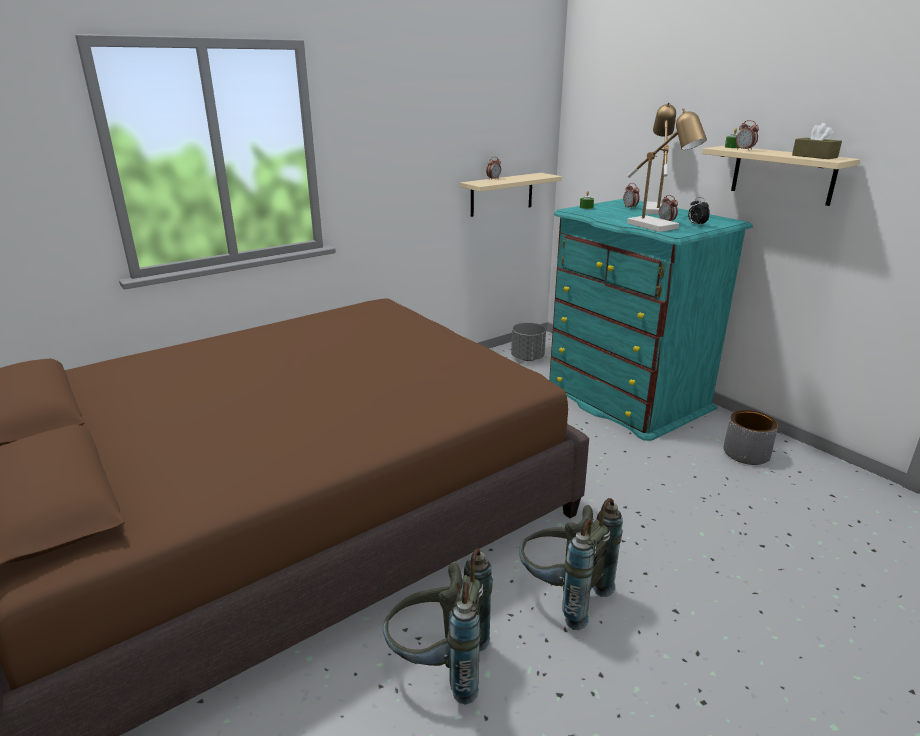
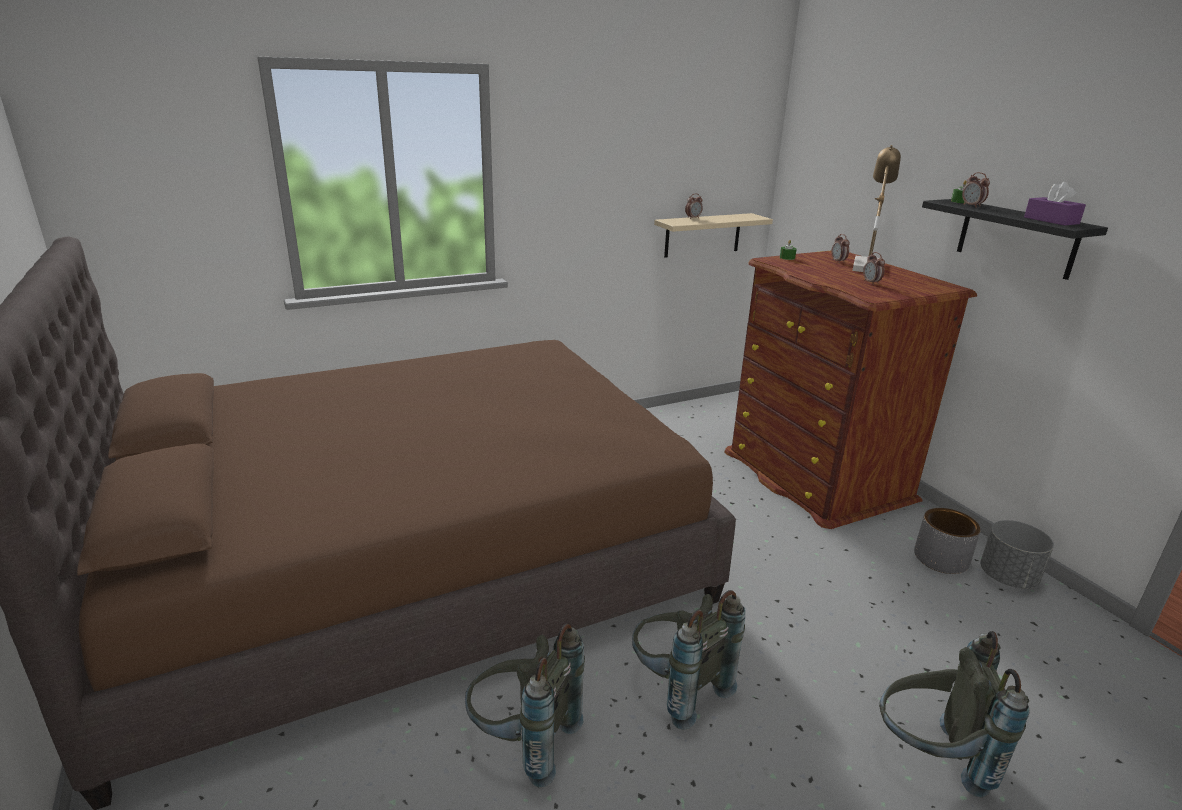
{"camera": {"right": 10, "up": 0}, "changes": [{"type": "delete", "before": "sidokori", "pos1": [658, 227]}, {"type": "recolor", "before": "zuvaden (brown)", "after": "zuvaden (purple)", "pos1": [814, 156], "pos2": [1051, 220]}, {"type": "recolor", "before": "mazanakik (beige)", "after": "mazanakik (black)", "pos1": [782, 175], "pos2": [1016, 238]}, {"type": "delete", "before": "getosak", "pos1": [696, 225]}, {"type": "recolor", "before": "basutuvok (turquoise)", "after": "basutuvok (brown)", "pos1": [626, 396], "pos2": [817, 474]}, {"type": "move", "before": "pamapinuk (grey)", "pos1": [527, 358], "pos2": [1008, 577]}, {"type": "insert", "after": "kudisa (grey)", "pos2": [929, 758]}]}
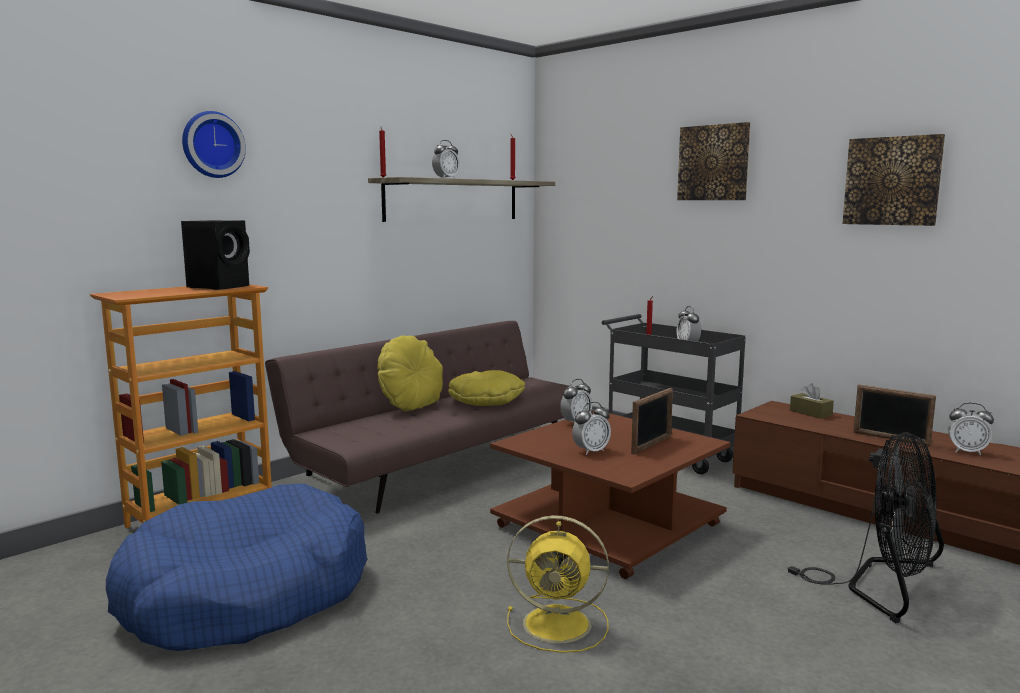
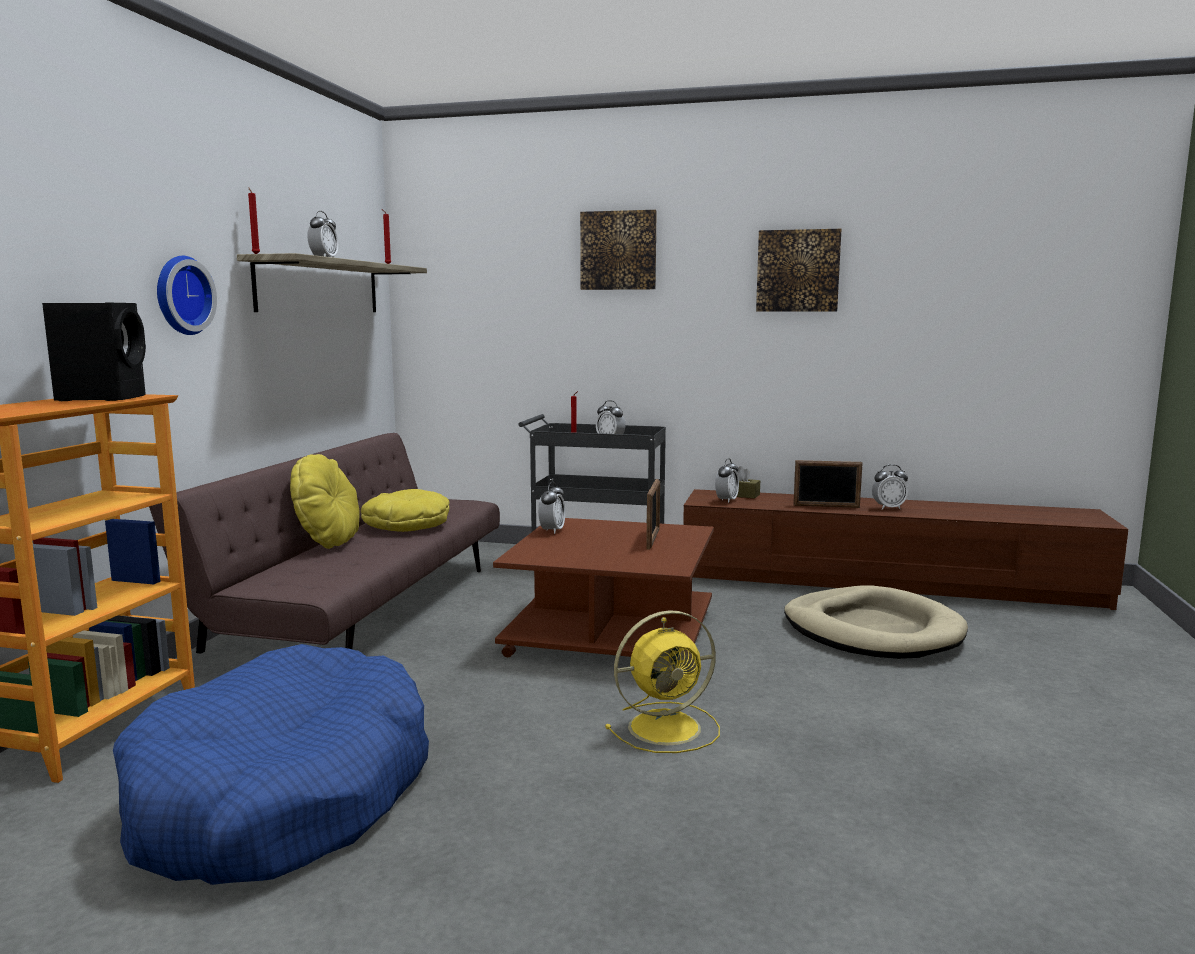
{"camera": {"right": -30, "up": 0}, "changes": [{"type": "move", "before": "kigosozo", "pos1": [212, 145], "pos2": [180, 295]}, {"type": "move", "before": "getosak", "pos1": [591, 451], "pos2": [726, 500]}, {"type": "replace", "before": "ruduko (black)", "after": "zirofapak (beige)", "pos1": [880, 584], "pos2": [872, 630]}]}
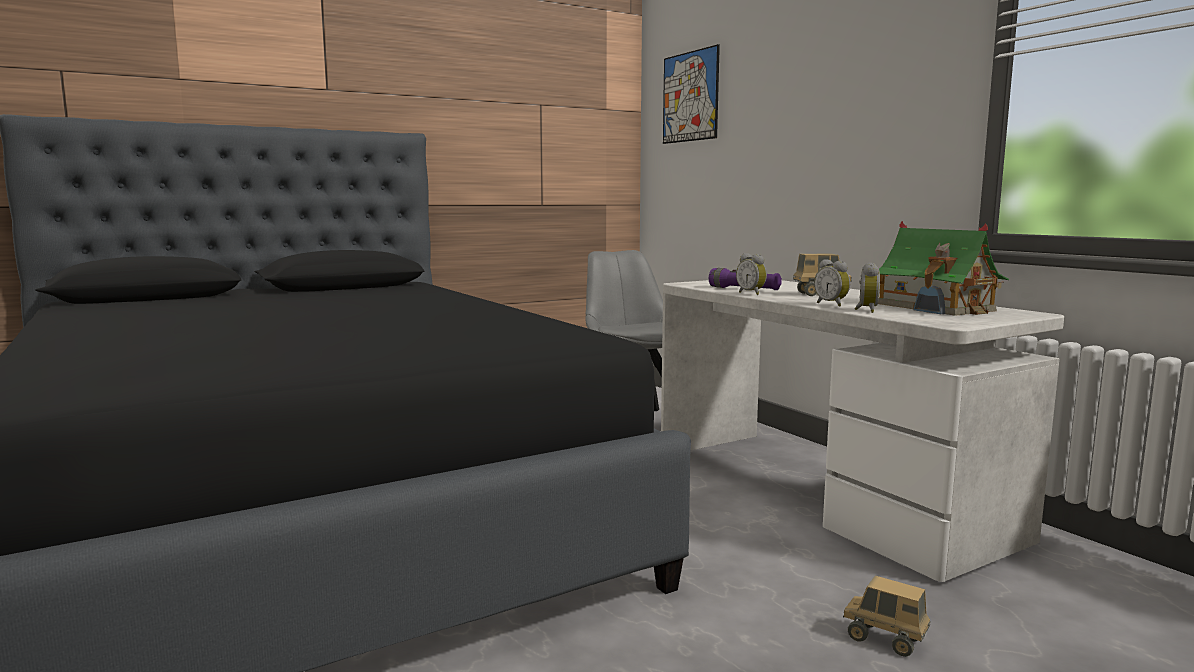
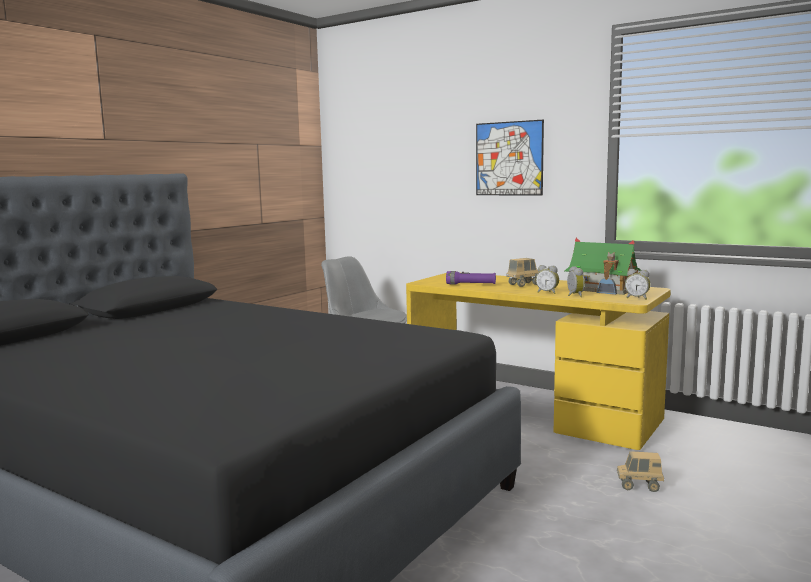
{"camera": {"right": -25, "up": 0}, "changes": [{"type": "move", "before": "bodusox", "pos1": [690, 97], "pos2": [509, 158]}, {"type": "move", "before": "getosak", "pos1": [752, 293], "pos2": [637, 298]}, {"type": "recolor", "before": "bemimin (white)", "after": "bemimin (yellow)", "pos1": [821, 491], "pos2": [530, 411]}]}
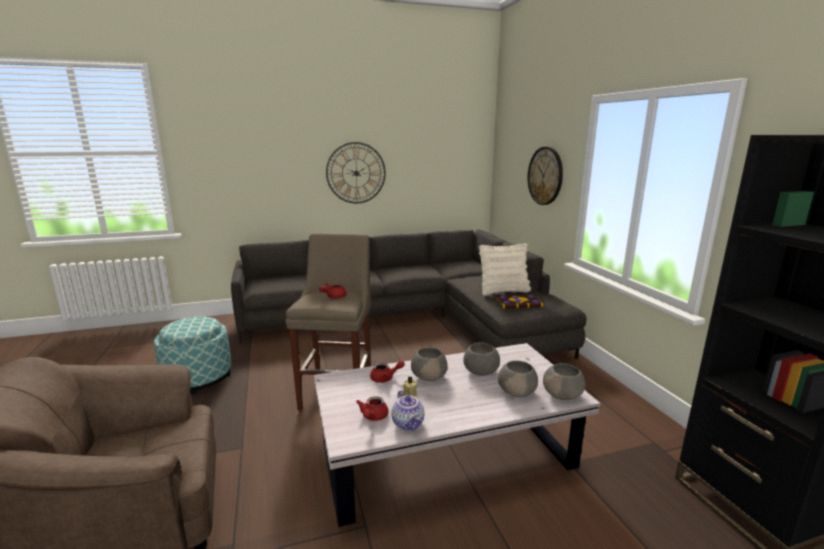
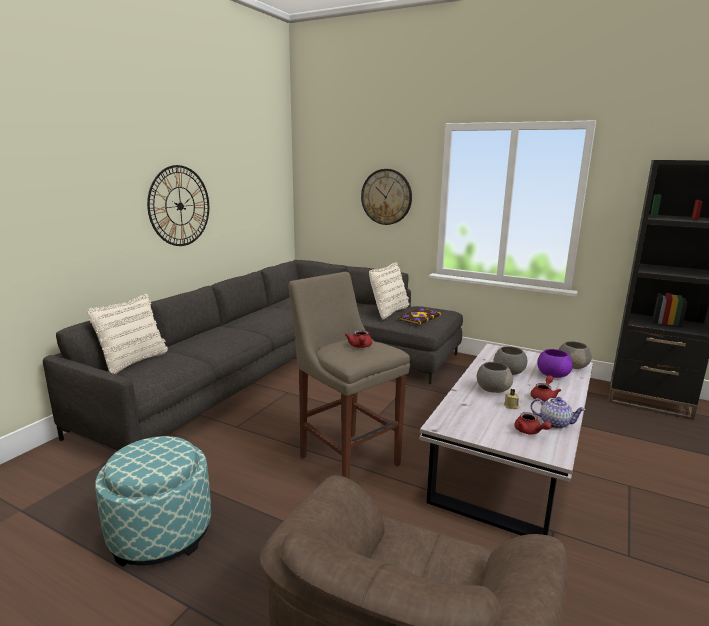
{"camera": {"right": -45, "up": 0}, "changes": [{"type": "move", "before": "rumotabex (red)", "pos1": [385, 378], "pos2": [543, 397]}, {"type": "recolor", "before": "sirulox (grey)", "after": "sirulox (purple)", "pos1": [517, 392], "pos2": [552, 375]}, {"type": "insert", "after": "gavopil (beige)", "pos2": [134, 362]}]}
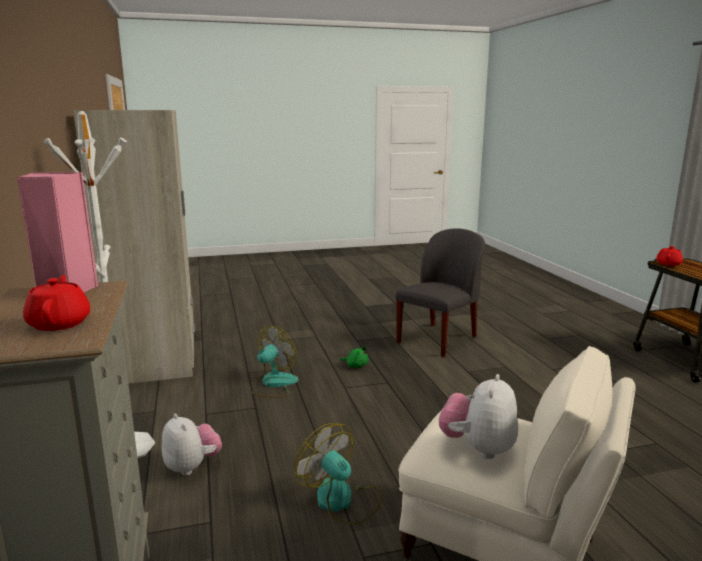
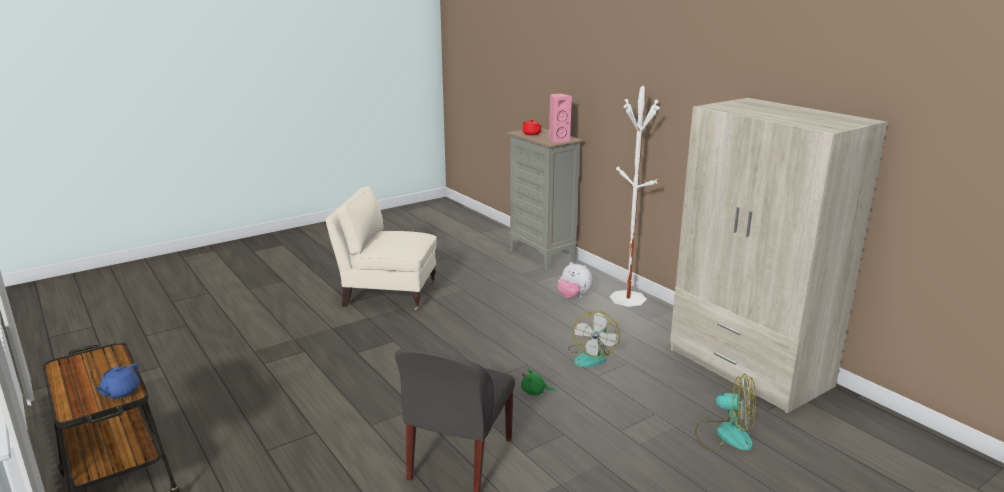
{"camera": {"right": 160, "up": 5}, "changes": [{"type": "recolor", "before": "rumotabex (red)", "after": "rumotabex (blue)", "pos1": [668, 263], "pos2": [120, 392]}, {"type": "delete", "before": "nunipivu", "pos1": [478, 448]}, {"type": "move", "before": "ruduko", "pos1": [342, 501], "pos2": [724, 434]}]}
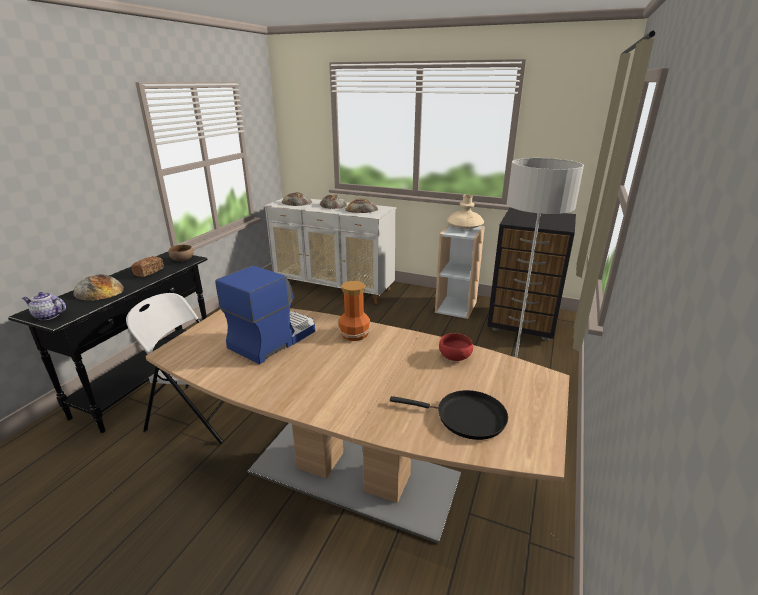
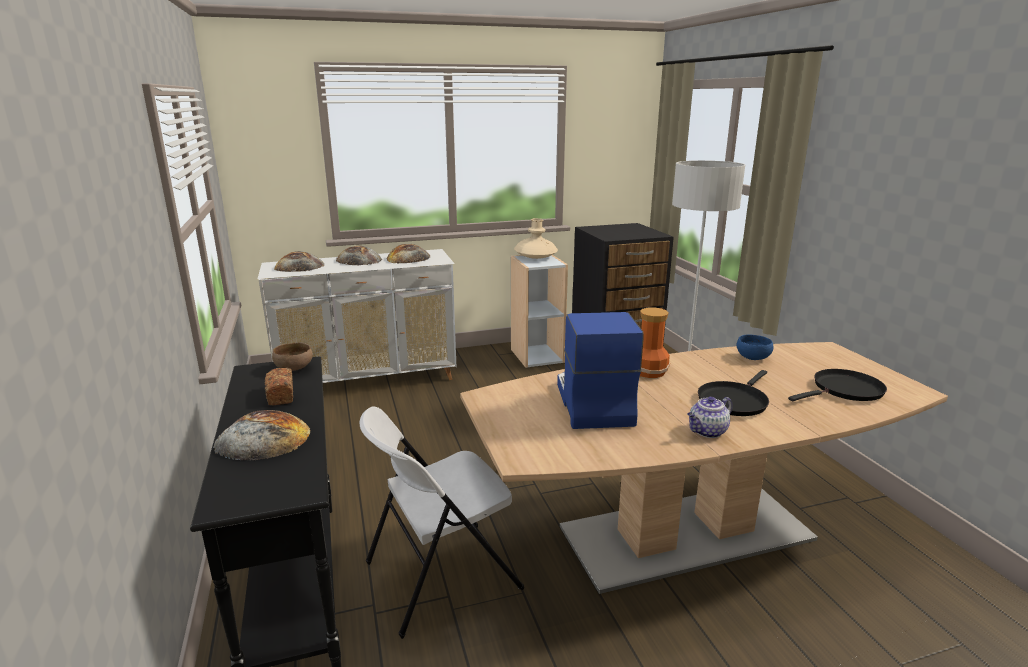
{"camera": {"right": -40, "up": -5}, "changes": [{"type": "move", "before": "rumotabex", "pos1": [48, 316], "pos2": [707, 432]}, {"type": "recolor", "before": "sirulox (red)", "after": "sirulox (blue)", "pos1": [454, 356], "pos2": [752, 357]}, {"type": "insert", "after": "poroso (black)", "pos2": [733, 401]}]}
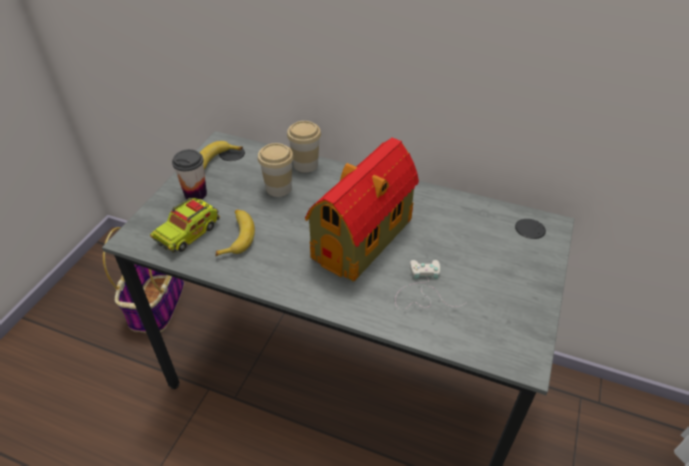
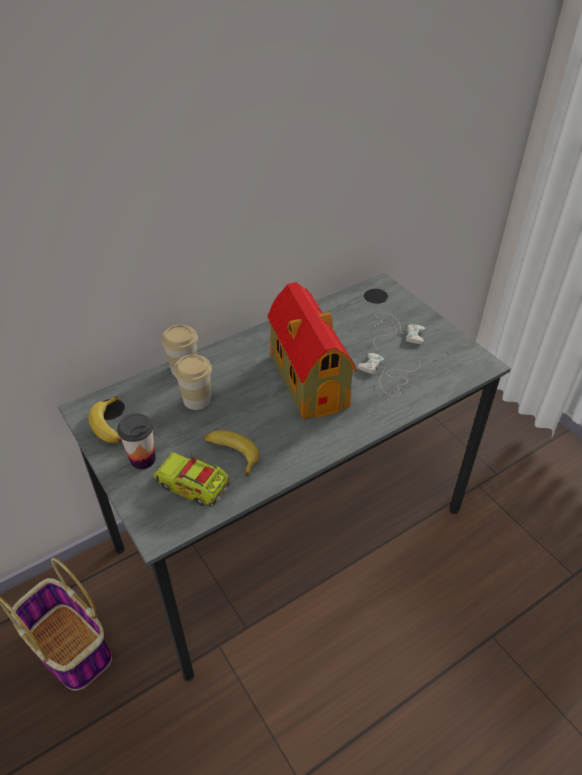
{"camera": {"right": -55, "up": 0}, "changes": [{"type": "rotate", "before": "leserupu", "pos1": [188, 233], "pos2": [193, 486], "turn": 135}, {"type": "insert", "after": "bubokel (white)", "pos2": [394, 331]}]}
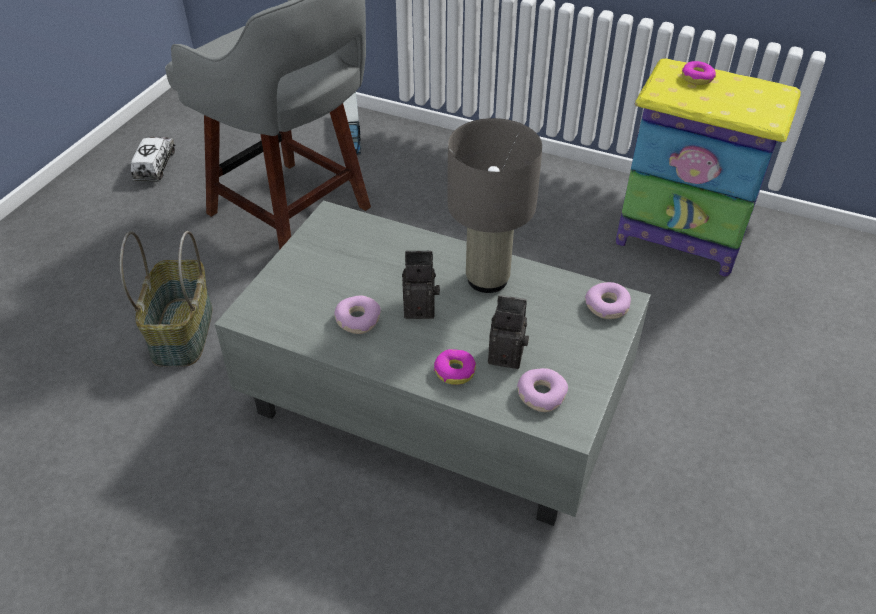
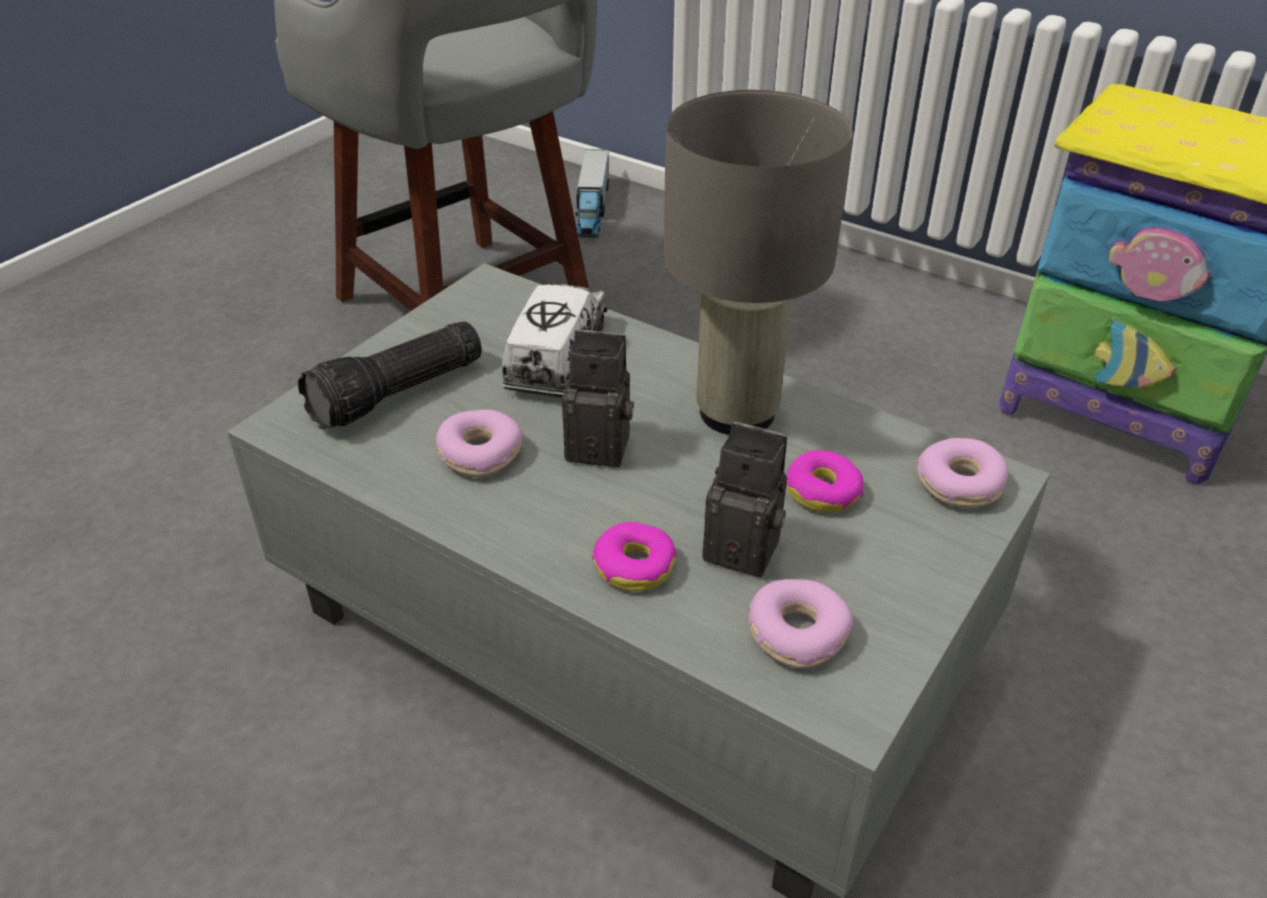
{"camera": {"right": 10, "up": -5}, "changes": [{"type": "move", "before": "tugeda", "pos1": [697, 78], "pos2": [823, 492]}, {"type": "move", "before": "leserupu", "pos1": [155, 166], "pos2": [557, 356]}, {"type": "delete", "before": "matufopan", "pos1": [181, 332]}, {"type": "insert", "after": "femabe", "pos2": [398, 395]}]}
